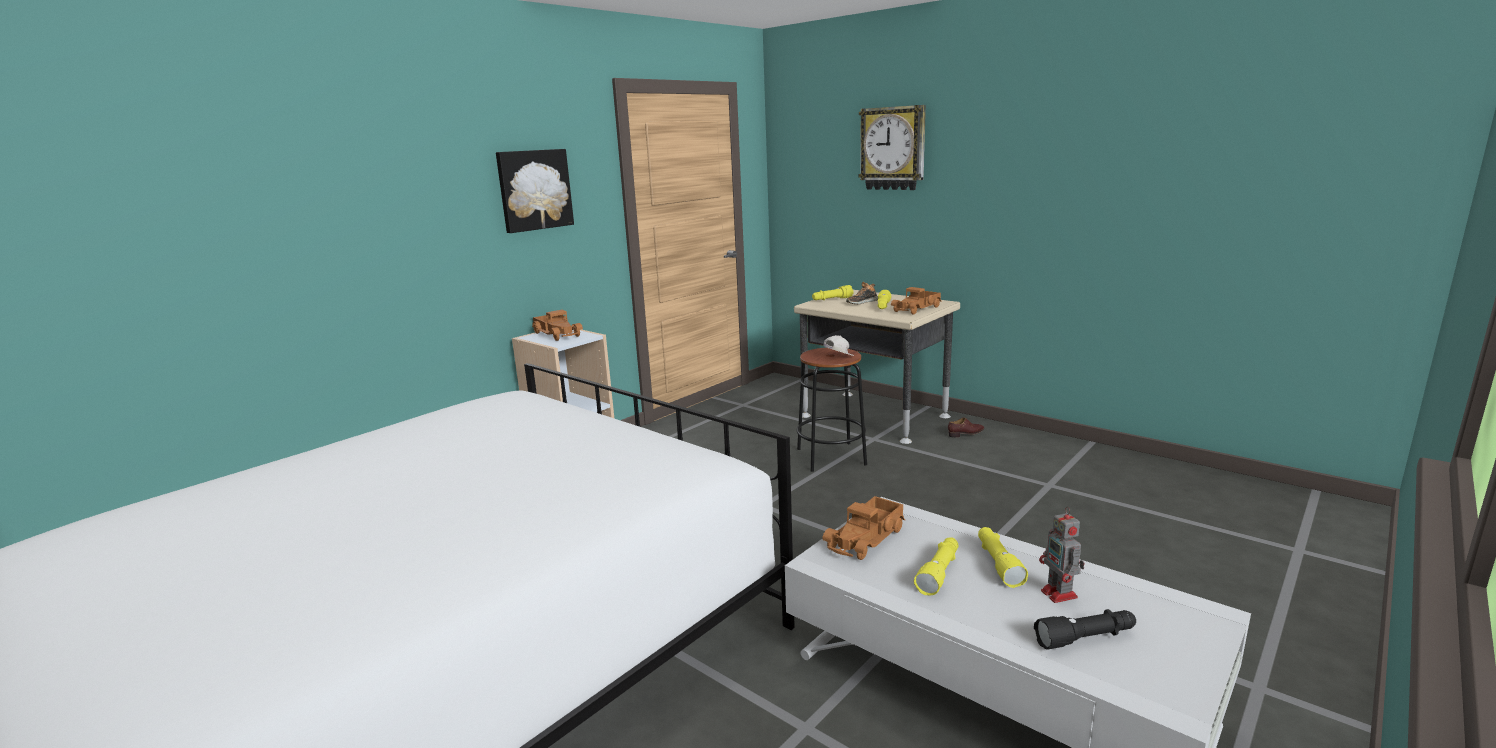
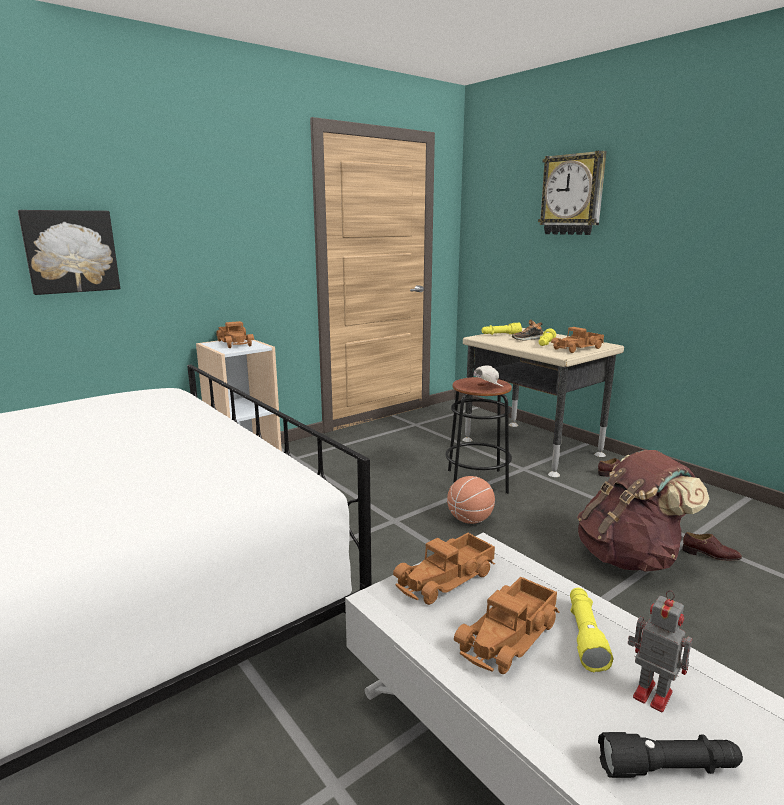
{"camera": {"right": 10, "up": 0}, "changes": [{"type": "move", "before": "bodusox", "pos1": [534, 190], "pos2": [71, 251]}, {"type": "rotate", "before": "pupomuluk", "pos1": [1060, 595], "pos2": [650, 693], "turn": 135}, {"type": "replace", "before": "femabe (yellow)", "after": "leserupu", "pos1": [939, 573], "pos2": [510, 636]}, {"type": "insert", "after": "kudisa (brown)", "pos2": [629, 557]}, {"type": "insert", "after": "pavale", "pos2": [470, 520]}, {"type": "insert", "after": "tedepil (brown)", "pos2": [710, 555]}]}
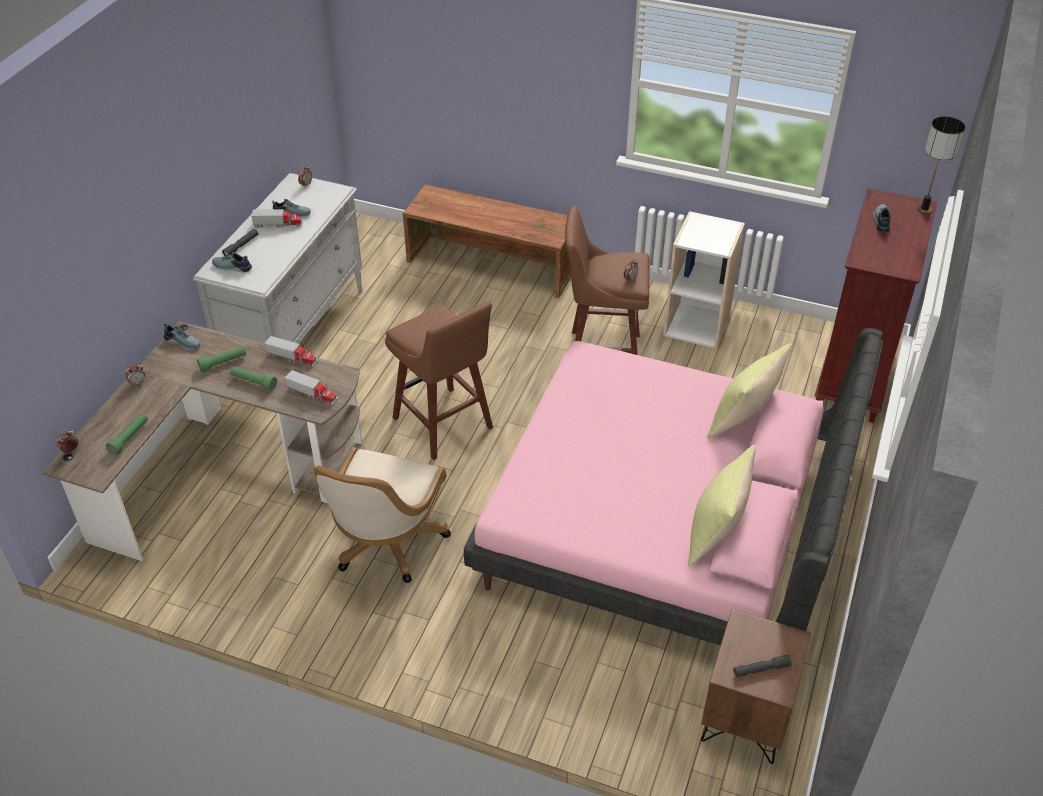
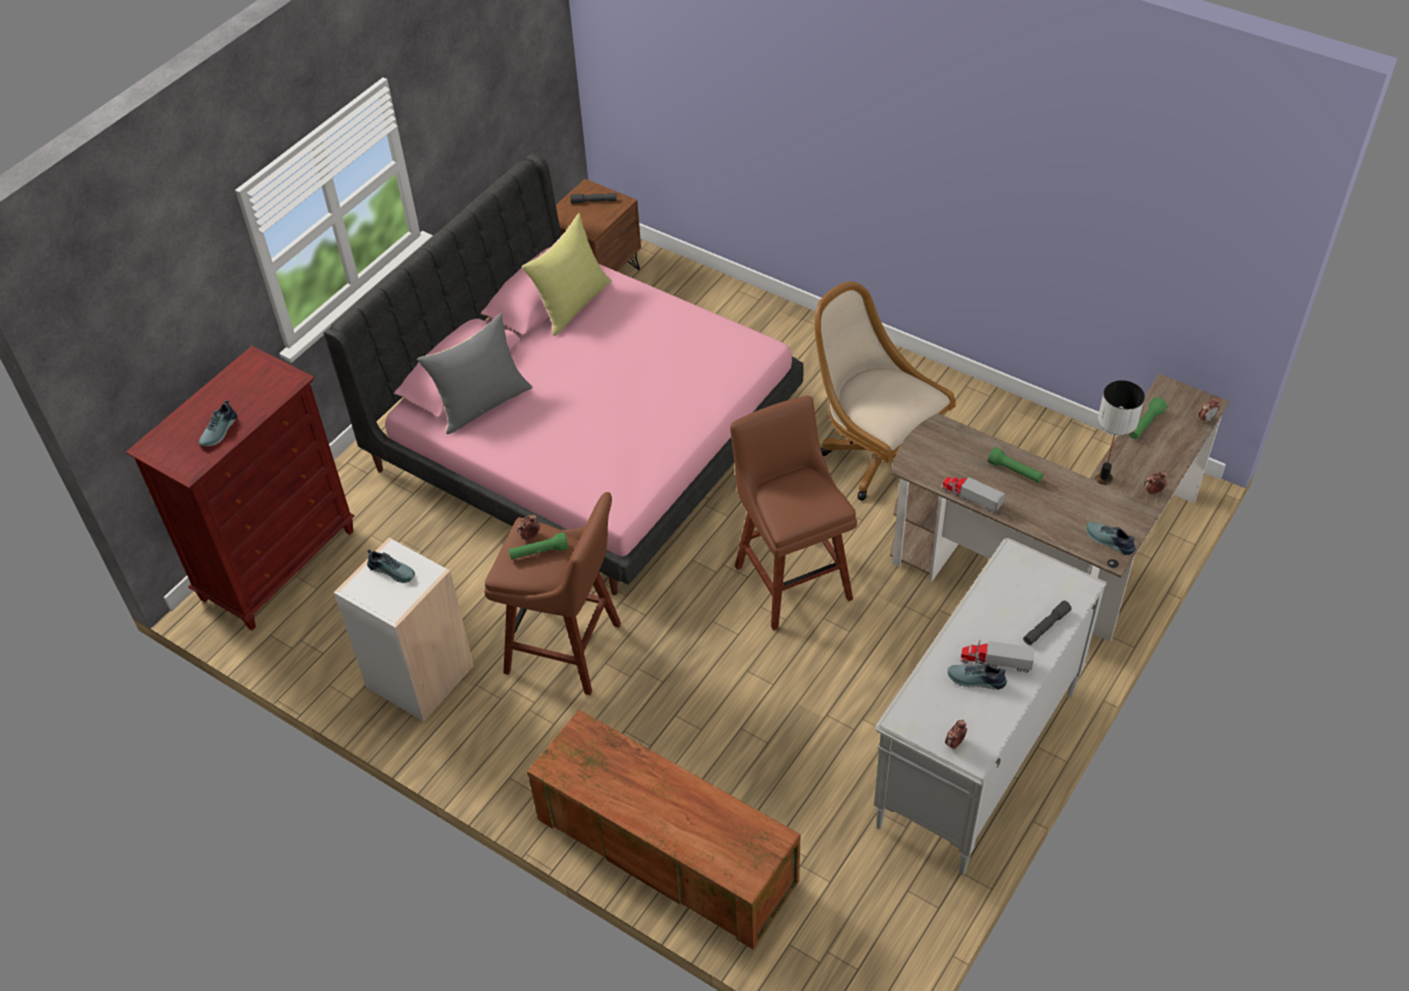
{"camera": {"right": -165, "up": 5}, "changes": [{"type": "move", "before": "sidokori", "pos1": [924, 209], "pos2": [1104, 478]}, {"type": "move", "before": "tedepil", "pos1": [232, 267], "pos2": [392, 570]}, {"type": "recolor", "before": "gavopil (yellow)", "after": "gavopil (grey)", "pos1": [743, 418], "pos2": [482, 403]}, {"type": "move", "before": "femabe (green)", "pos1": [223, 363], "pos2": [539, 552]}, {"type": "delete", "before": "leserupu", "pos1": [312, 394]}, {"type": "rotate", "before": "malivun", "pos1": [386, 545], "pos2": [875, 452], "turn": -75}]}
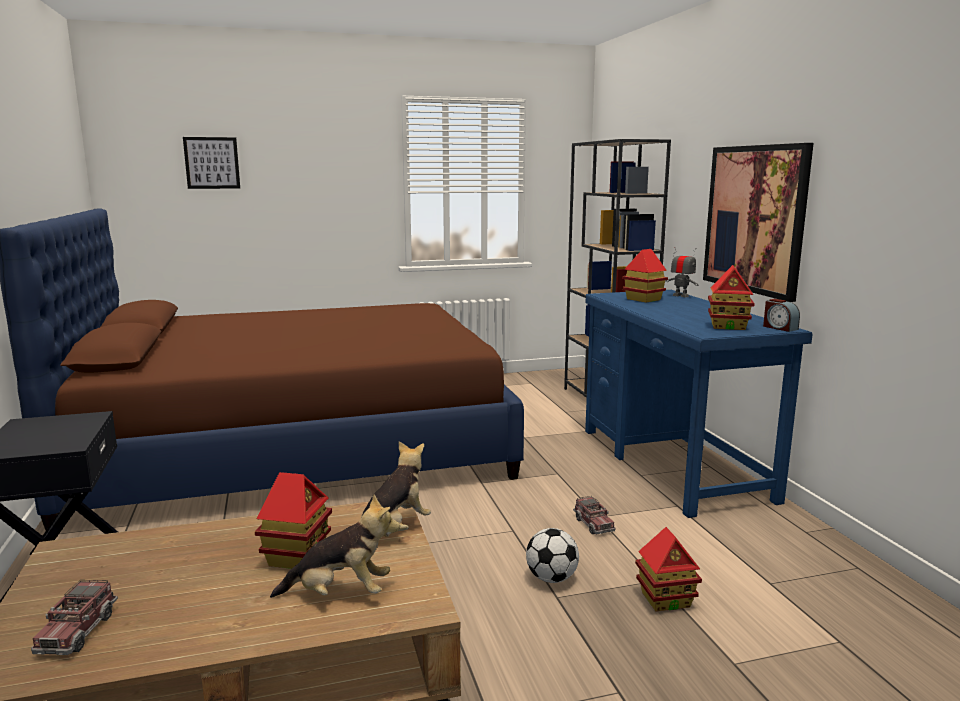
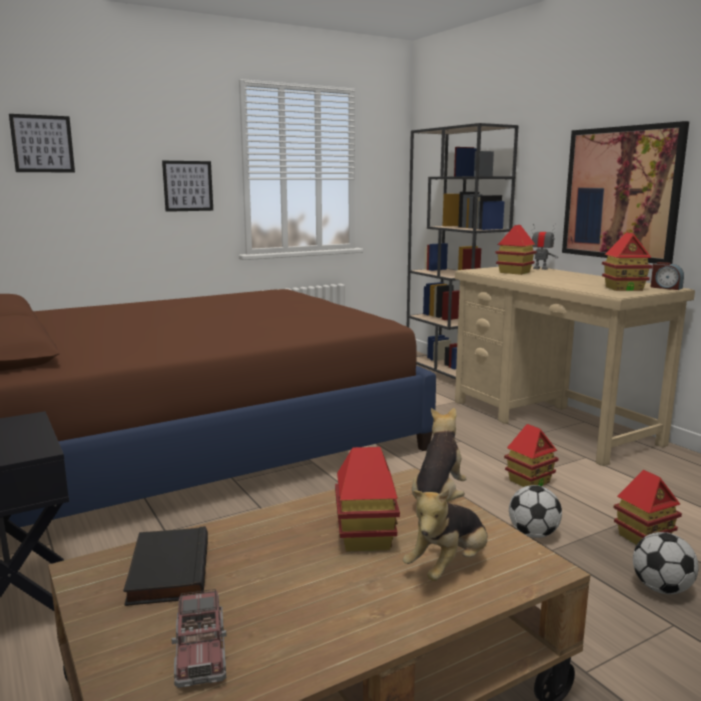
{"camera": {"right": -15, "up": 0}, "changes": [{"type": "recolor", "before": "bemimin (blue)", "after": "bemimin (beige)", "pos1": [674, 463], "pos2": [553, 421]}, {"type": "rotate", "before": "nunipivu", "pos1": [340, 593], "pos2": [449, 566], "turn": 150}, {"type": "replace", "before": "leserupu", "after": "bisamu", "pos1": [593, 524], "pos2": [529, 481]}, {"type": "insert", "after": "bodusox", "pos2": [188, 186]}, {"type": "insert", "after": "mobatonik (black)", "pos2": [166, 570]}, {"type": "insert", "after": "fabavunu", "pos2": [661, 588]}]}
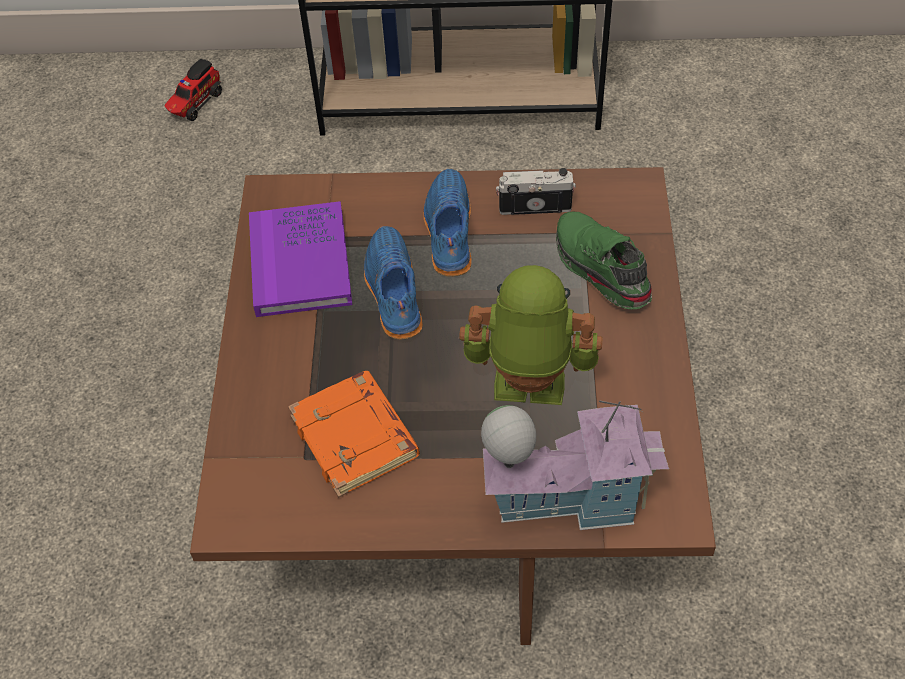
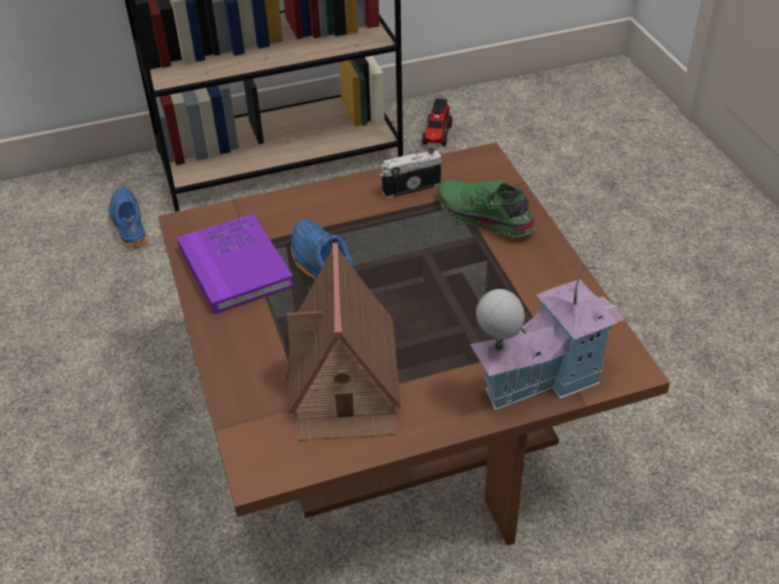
{"camera": {"right": -20, "up": -10}, "changes": [{"type": "move", "before": "leserupu", "pos1": [195, 104], "pos2": [437, 135]}, {"type": "move", "before": "tedepil (blue)", "pos1": [447, 232], "pos2": [128, 225]}, {"type": "delete", "before": "pupomuluk", "pos1": [527, 387]}, {"type": "replace", "before": "mobatonik (orange)", "after": "bisamu", "pos1": [357, 438], "pos2": [344, 380]}]}
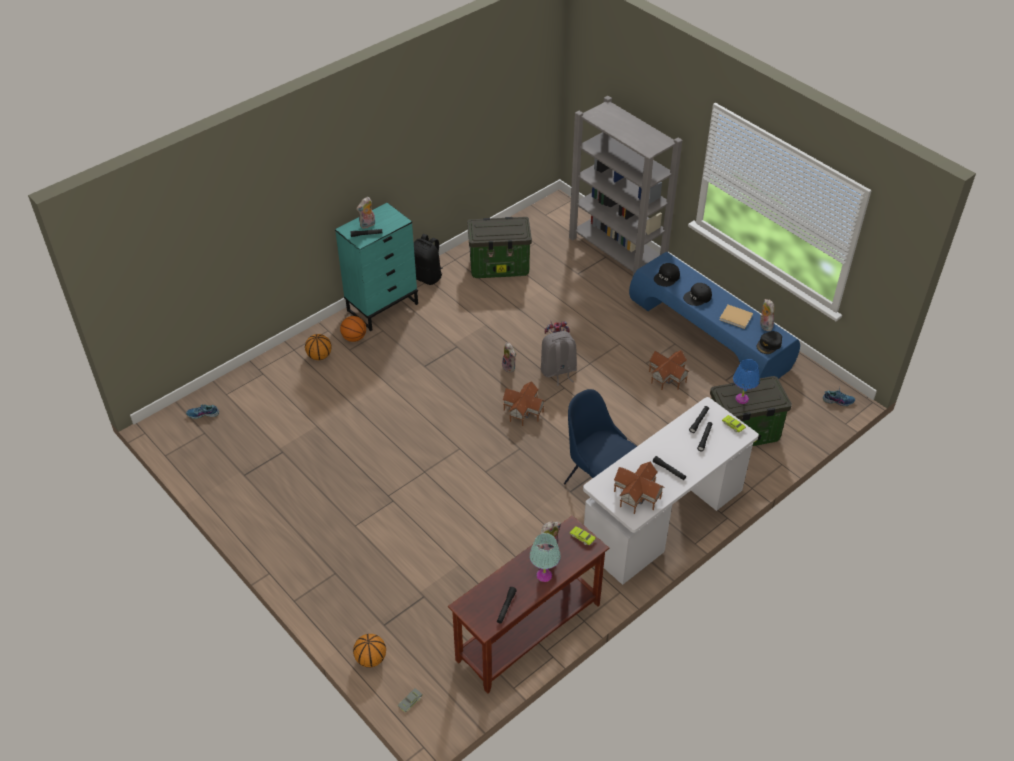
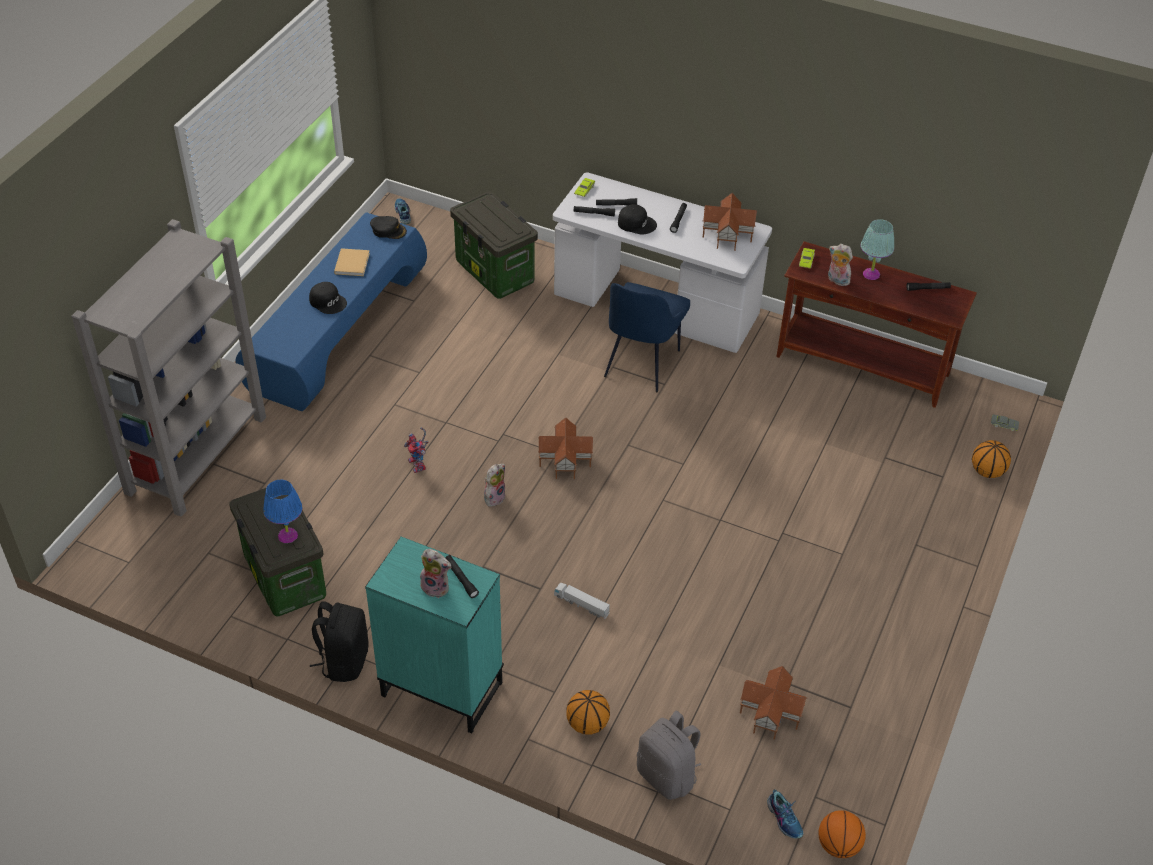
{"camera": {"right": -115, "up": 0}, "changes": [{"type": "move", "before": "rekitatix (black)", "pos1": [667, 277], "pos2": [636, 223]}, {"type": "delete", "before": "nunipivu", "pos1": [764, 325]}, {"type": "move", "before": "pavale", "pos1": [354, 338], "pos2": [838, 845]}, {"type": "move", "before": "kudisa (grey)", "pos1": [558, 371], "pos2": [667, 776]}, {"type": "move", "before": "bisamu", "pos1": [668, 377], "pos2": [770, 711]}, {"type": "move", "before": "sidokori (blue)", "pos1": [742, 399], "pos2": [287, 535]}, {"type": "insert", "after": "leserupu", "pos2": [581, 604]}]}
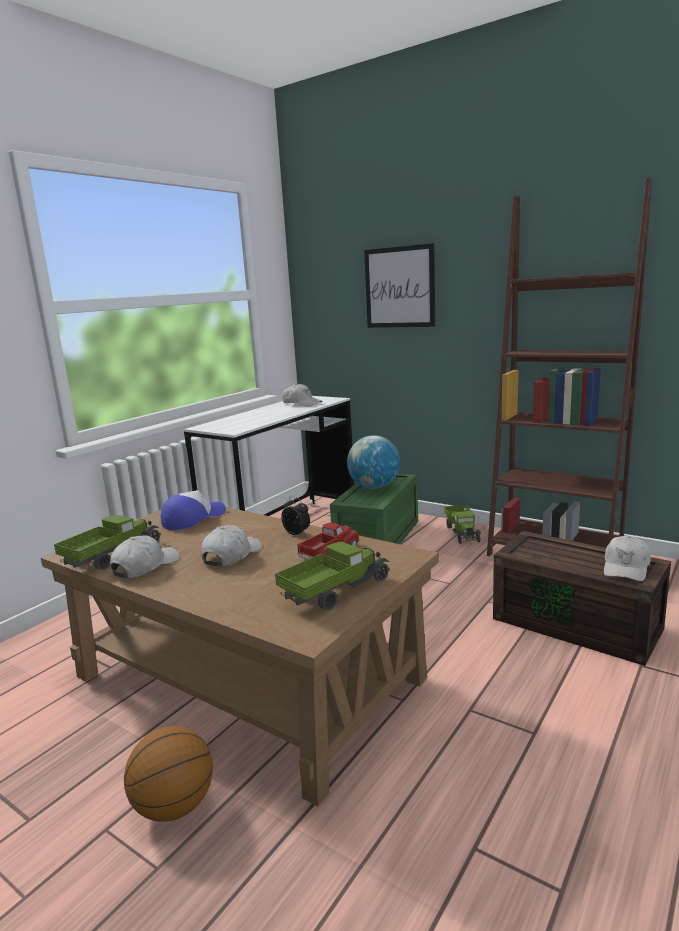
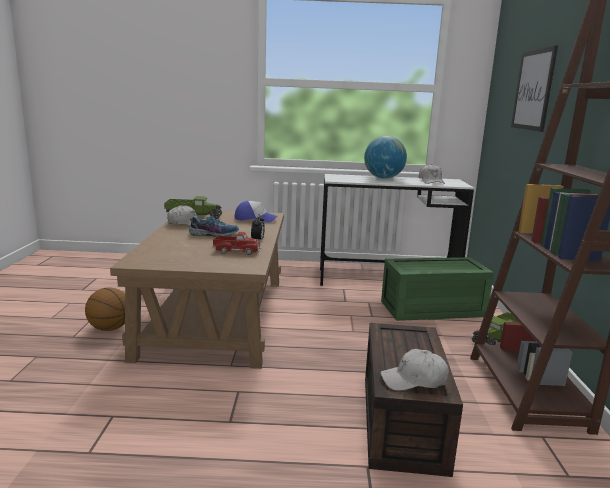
{"camera": {"right": 55, "up": 0}, "changes": [{"type": "move", "before": "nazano", "pos1": [374, 487], "pos2": [383, 178]}, {"type": "replace", "before": "rekitatix (white)", "after": "tedepil", "pos1": [231, 555], "pos2": [214, 234]}, {"type": "delete", "before": "leserupu", "pos1": [335, 591]}]}
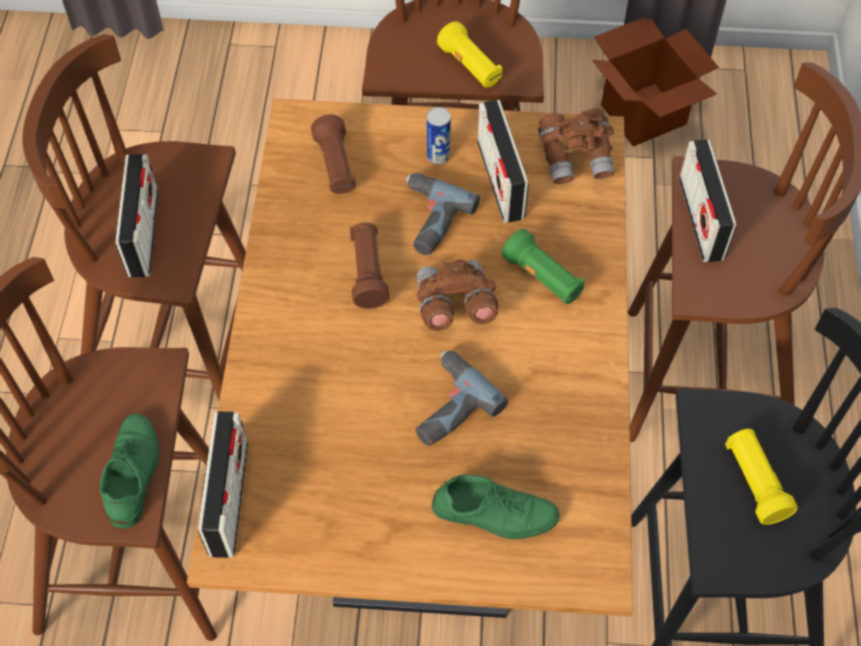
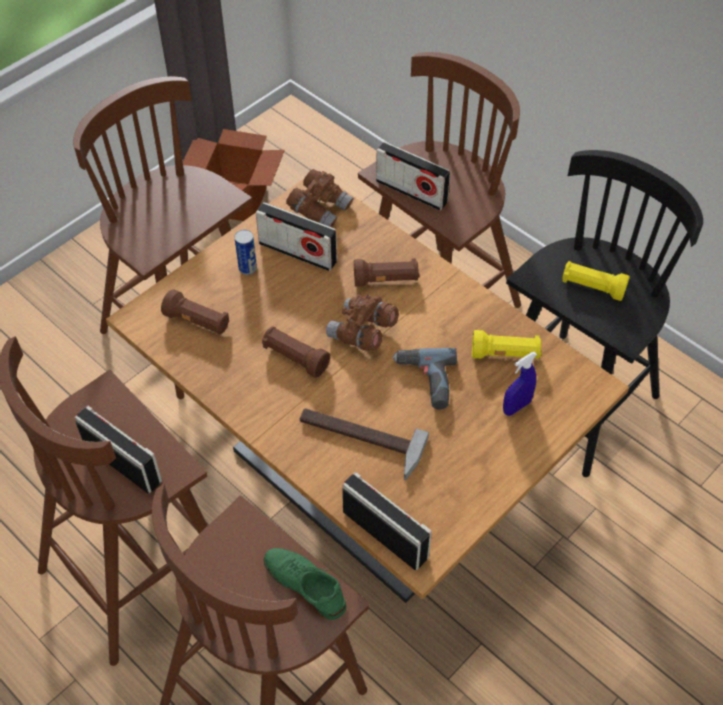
{"camera": {"right": -50, "up": -5}, "changes": [{"type": "move", "before": "femabe (yellow)", "pos1": [470, 67], "pos2": [505, 354]}, {"type": "delete", "before": "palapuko", "pos1": [427, 219]}, {"type": "recolor", "before": "femabe (green)", "after": "femabe (brown)", "pos1": [543, 278], "pos2": [386, 280]}, {"type": "replace", "before": "tedepil (green)", "after": "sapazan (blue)", "pos1": [494, 513], "pos2": [516, 407]}, {"type": "insert", "after": "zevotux", "pos2": [359, 440]}]}
